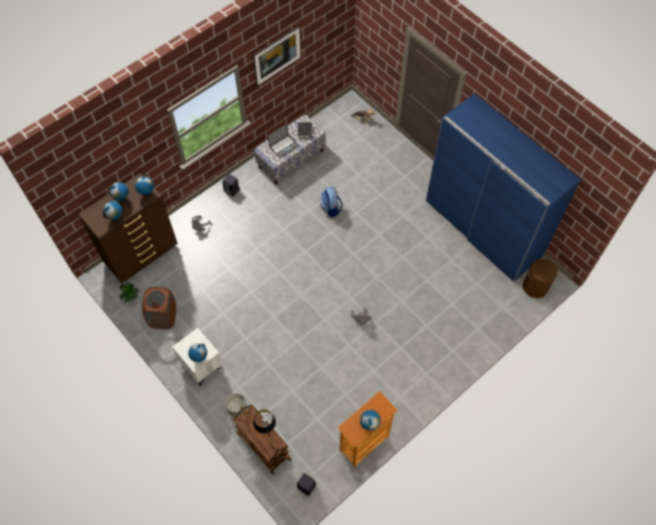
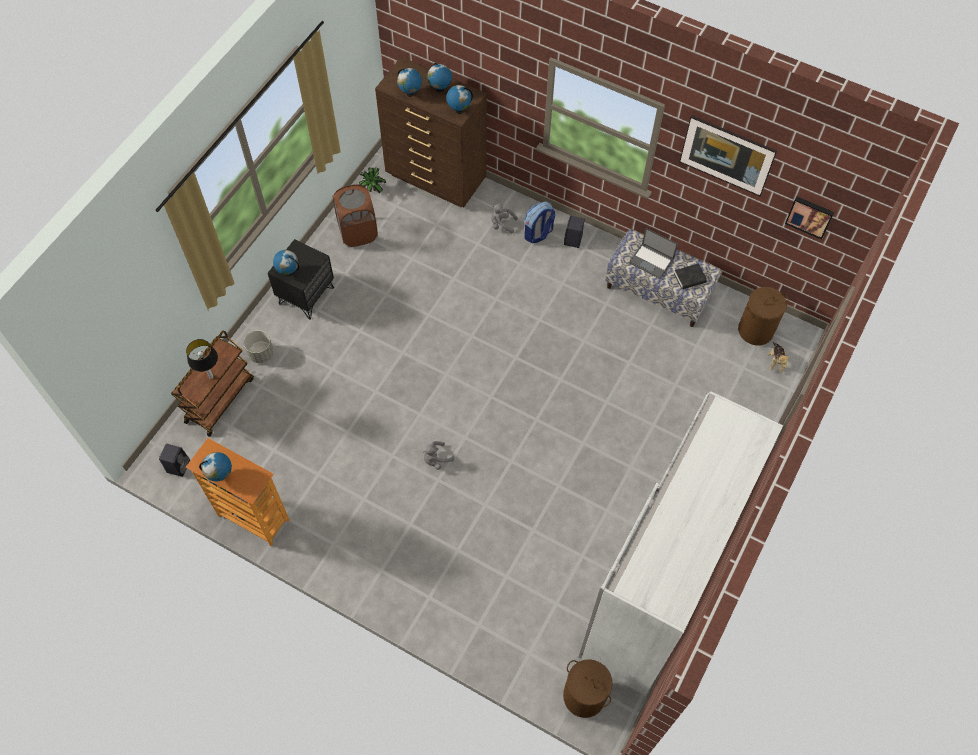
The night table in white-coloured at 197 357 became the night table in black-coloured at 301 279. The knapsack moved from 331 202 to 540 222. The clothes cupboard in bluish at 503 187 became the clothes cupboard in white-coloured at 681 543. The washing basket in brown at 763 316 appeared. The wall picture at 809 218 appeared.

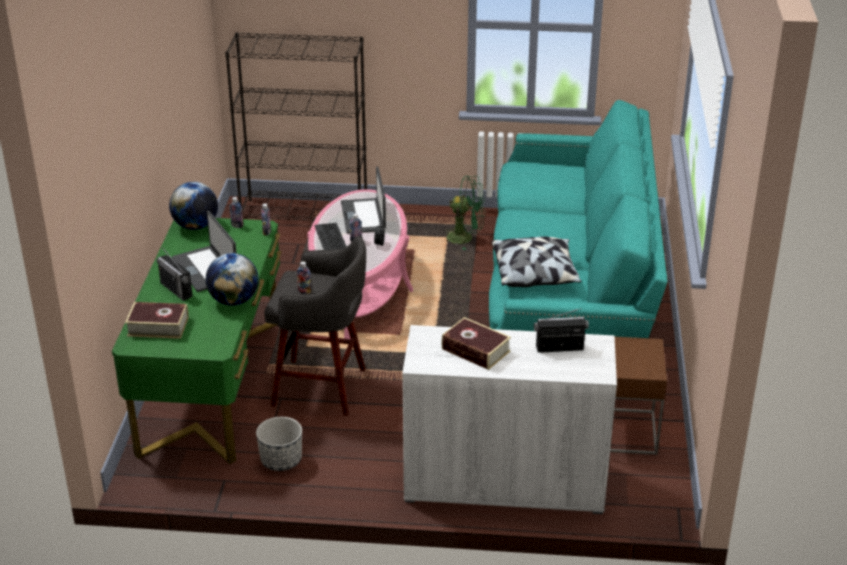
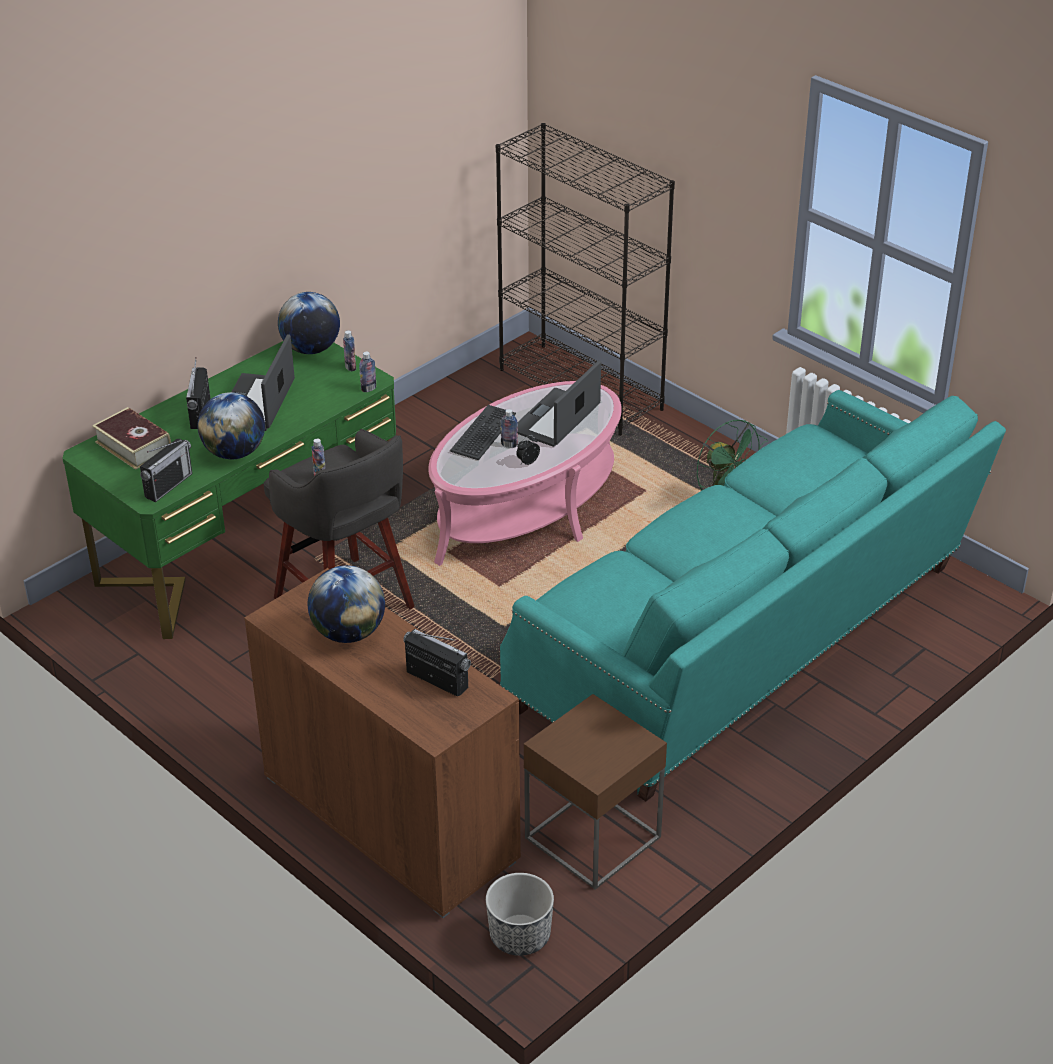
The radio at 166 470 appeared. The cupboard in white-coloured at 509 419 became the cupboard in brown at 382 743. The book at 476 343 was replaced by the desk globe at 346 604. The flower pot moved from 279 444 to 520 914. The cushion at 536 262 disappeared.

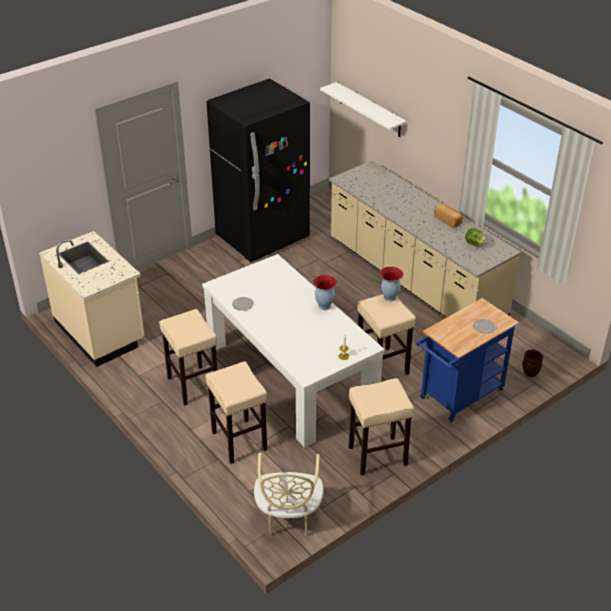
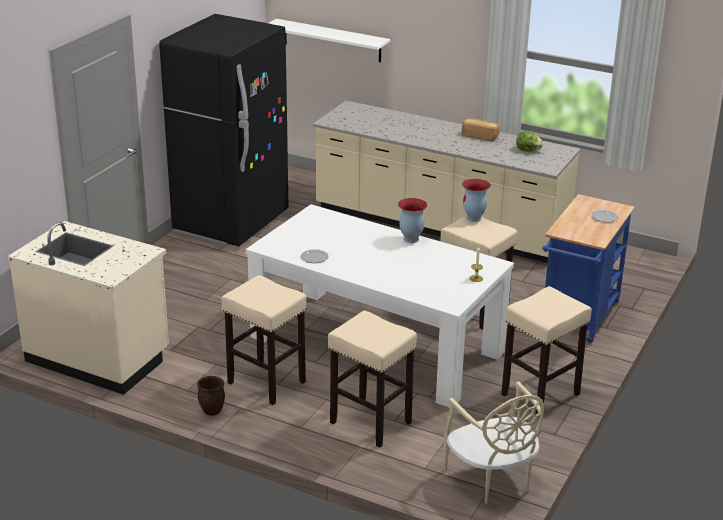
The flower pot in brown moved from 533 363 to 211 396.

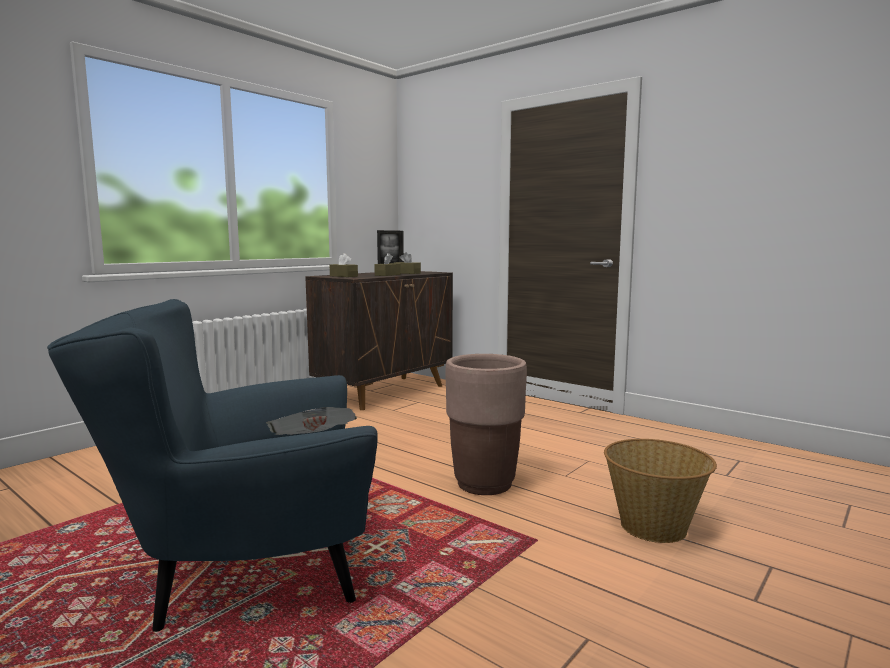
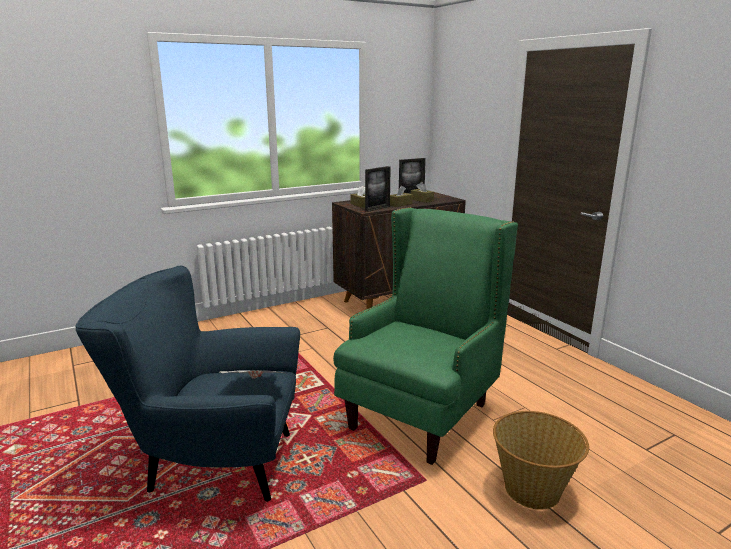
The flower pot in brown at 486 424 was replaced by the armchair in green-coloured at 425 336. The photo frame at 378 189 appeared.

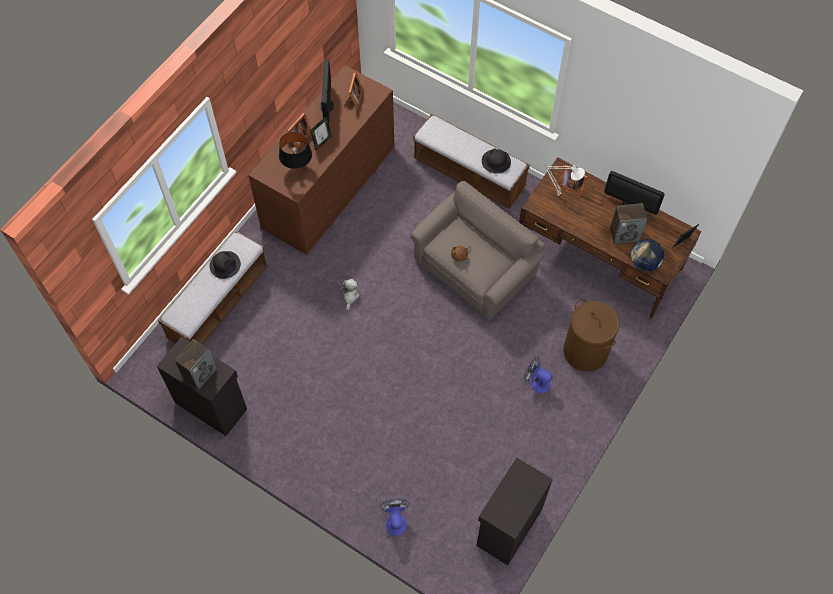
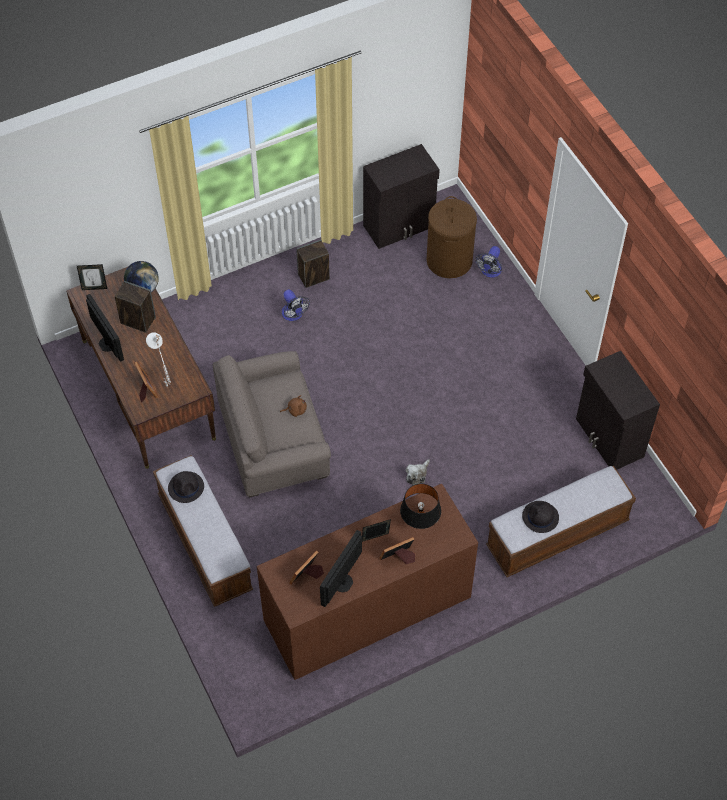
The audio speaker moved from 196 364 to 313 264. The washing basket in brown moved from 591 335 to 451 237.

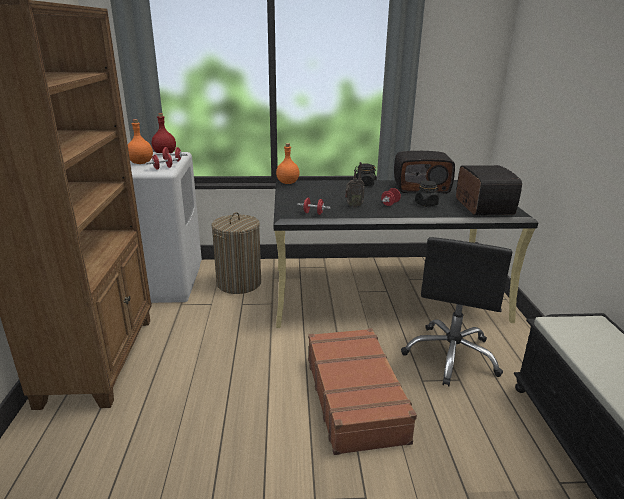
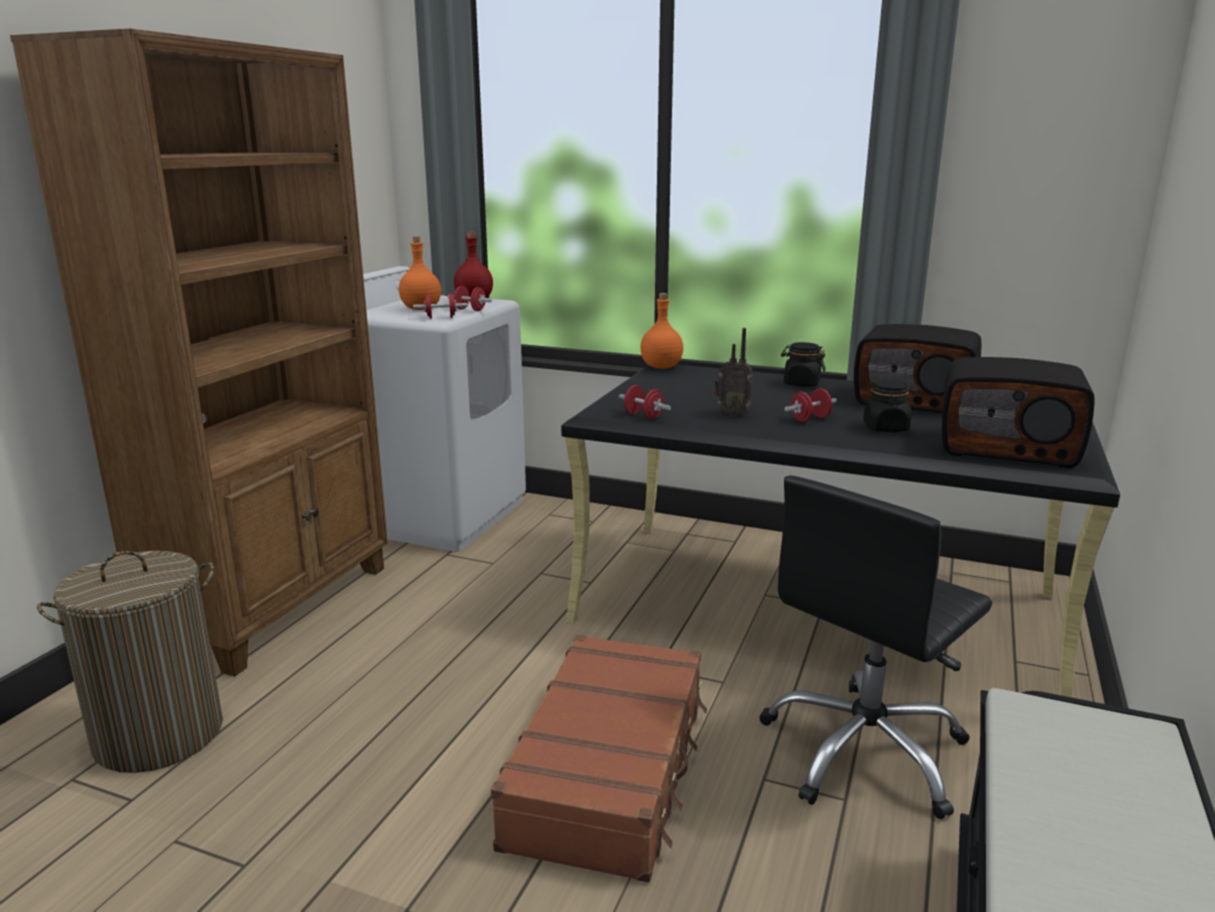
The washing basket moved from 236 253 to 130 662. The radio at 489 190 turned 90 degrees clockwise.

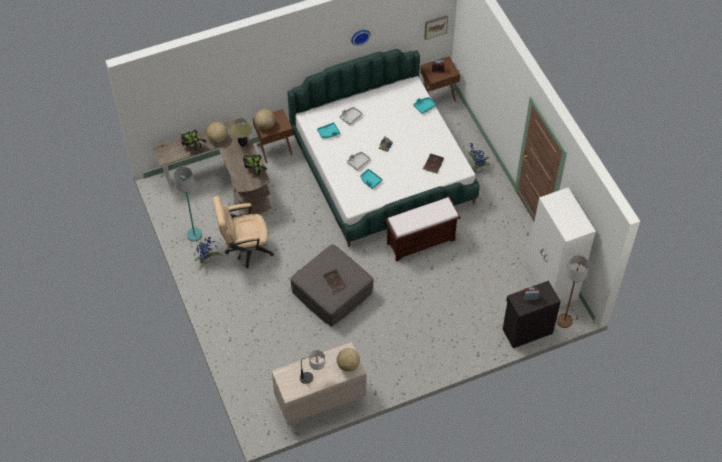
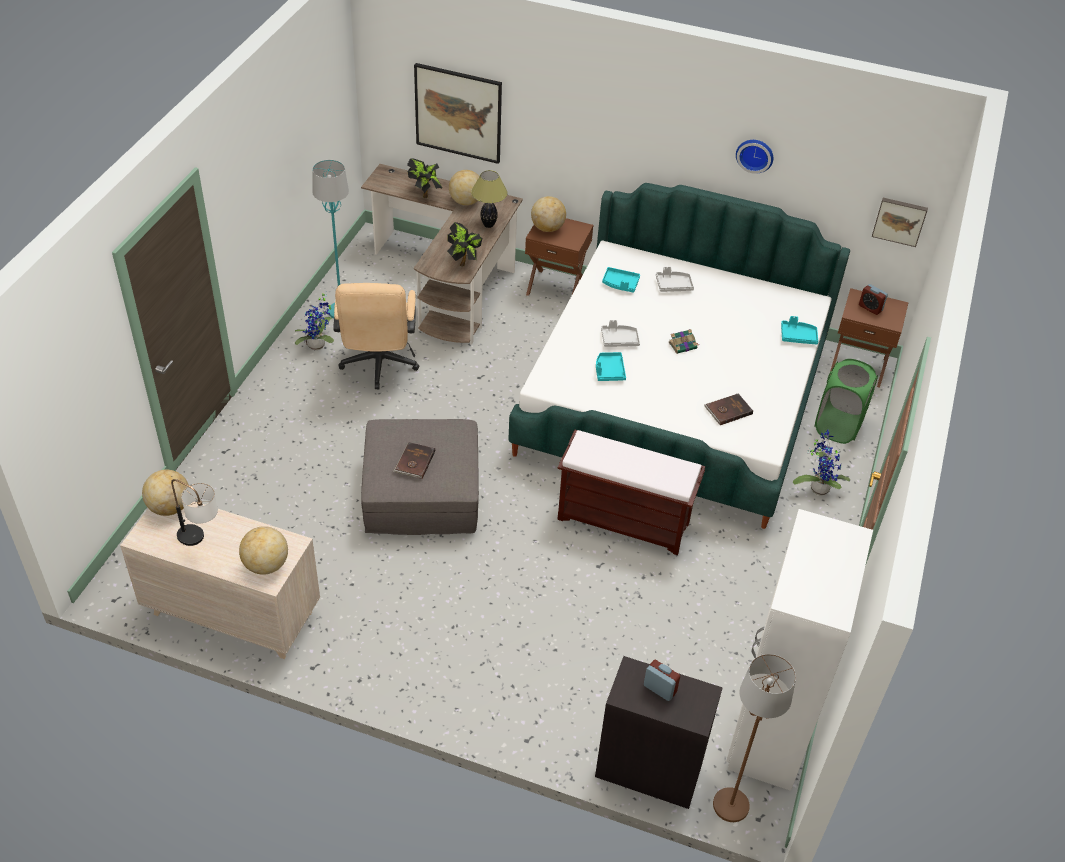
The desk globe at 165 493 appeared. The desk chair in sand-coloured at 243 232 turned 120 degrees counterclockwise. The wall picture at 458 113 appeared. The washing basket in green-coloured at 846 401 appeared.

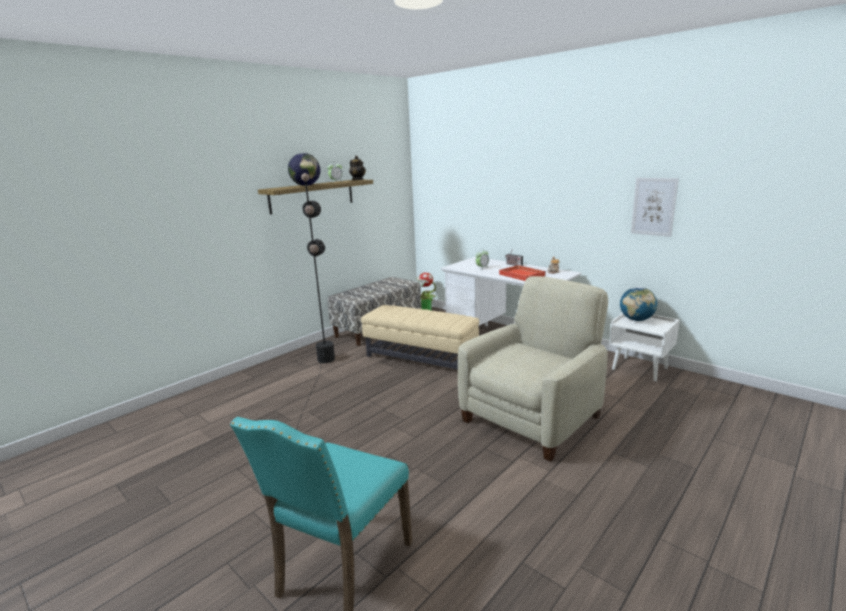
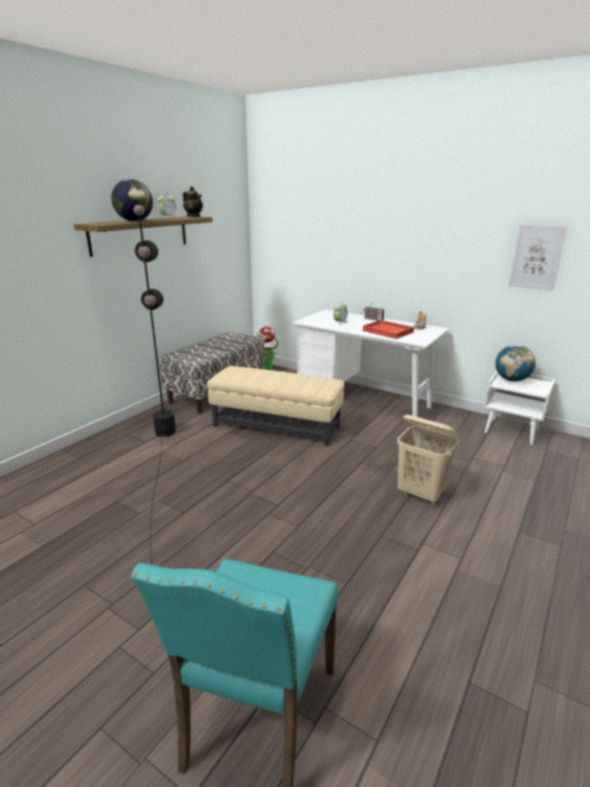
The armchair in sand-coloured at 533 369 was replaced by the washing basket in sand-coloured at 428 460.

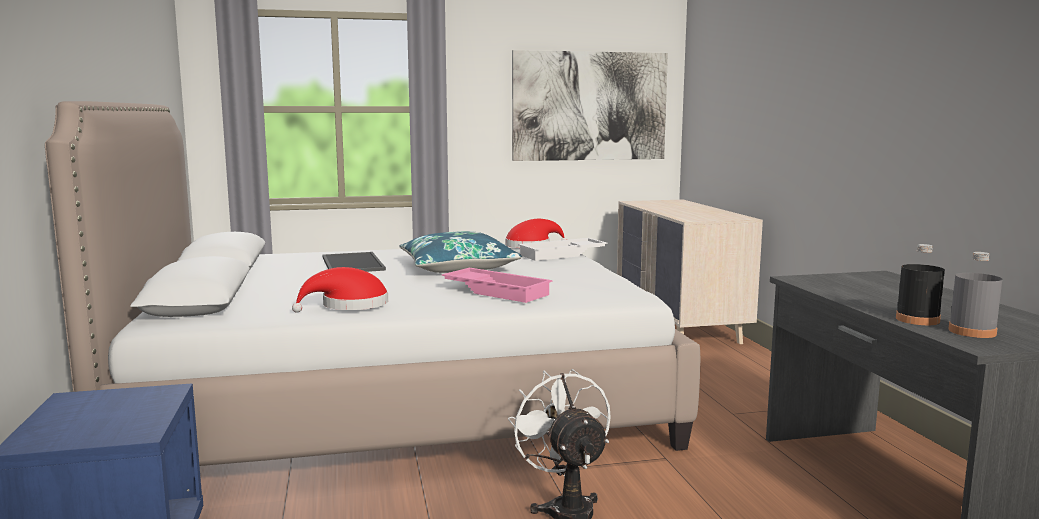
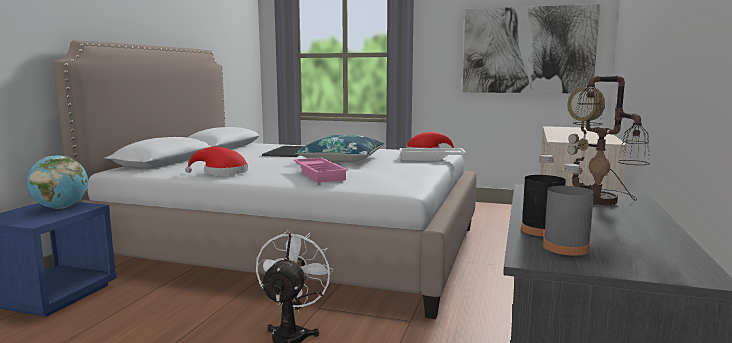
The desk globe at 57 182 appeared. The table lamp at 608 140 appeared.

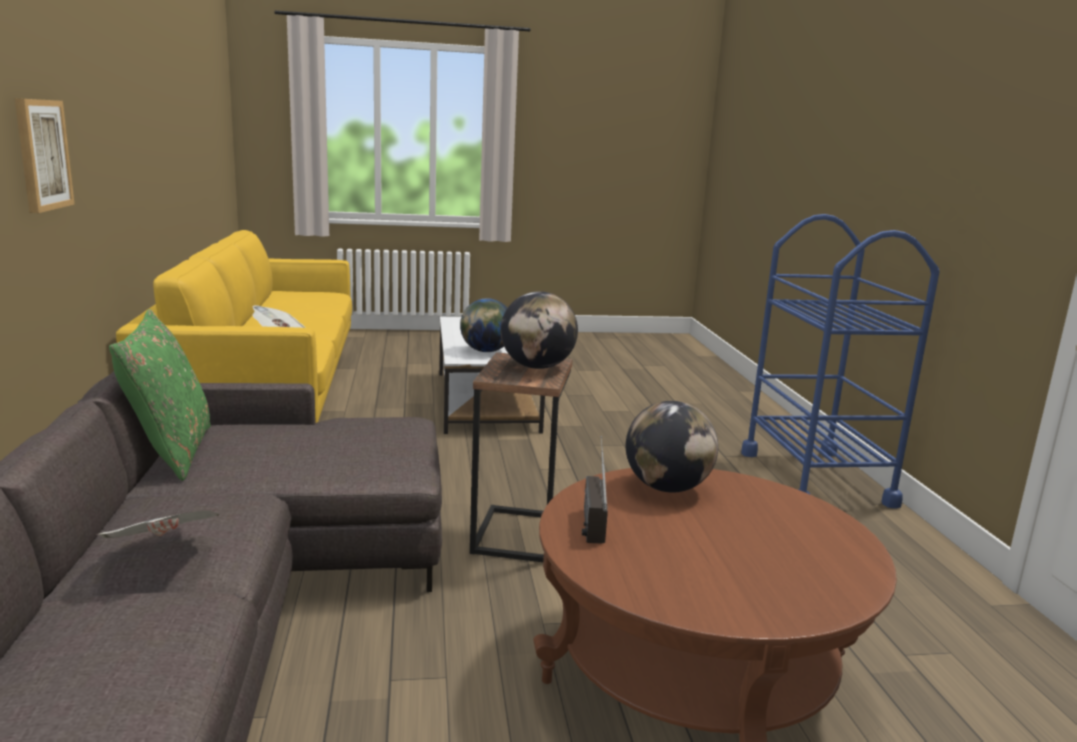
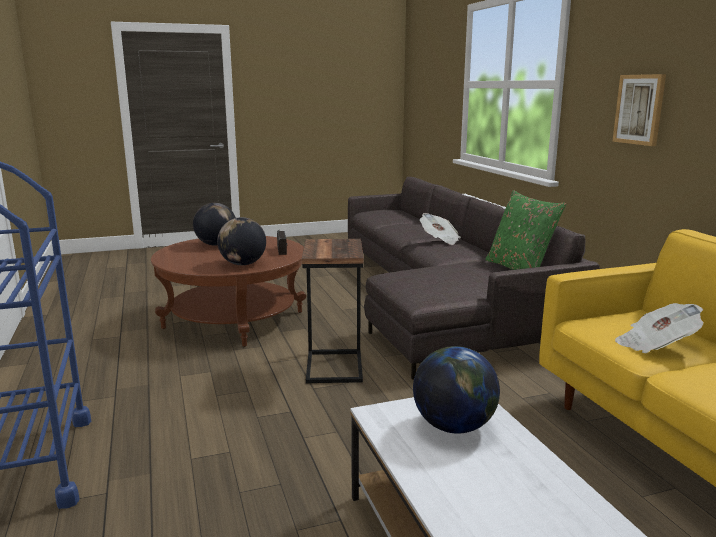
The desk globe moved from 539 330 to 214 224.

